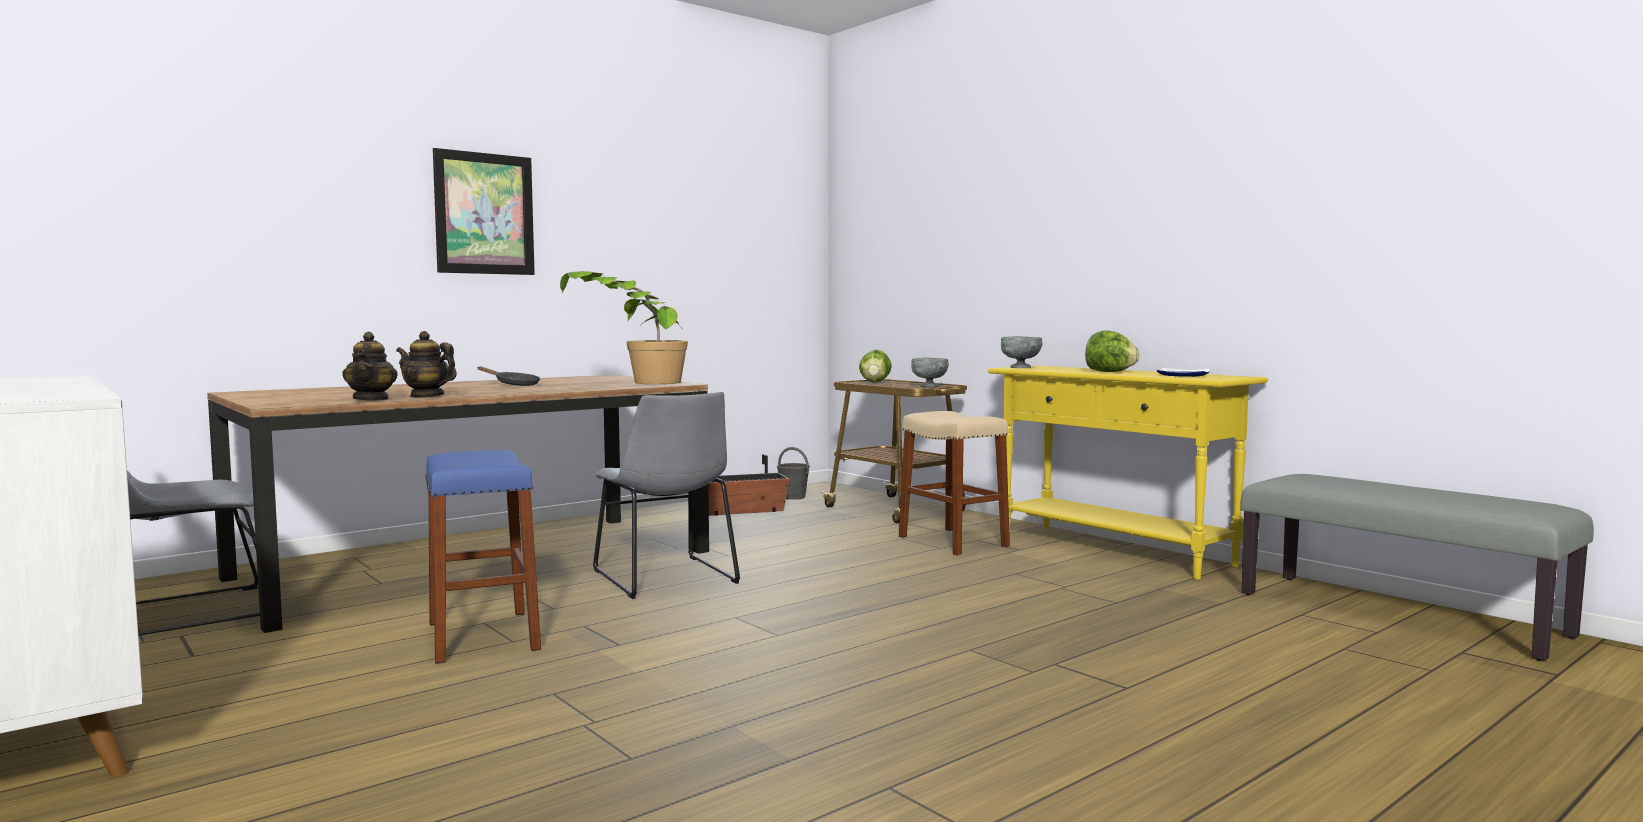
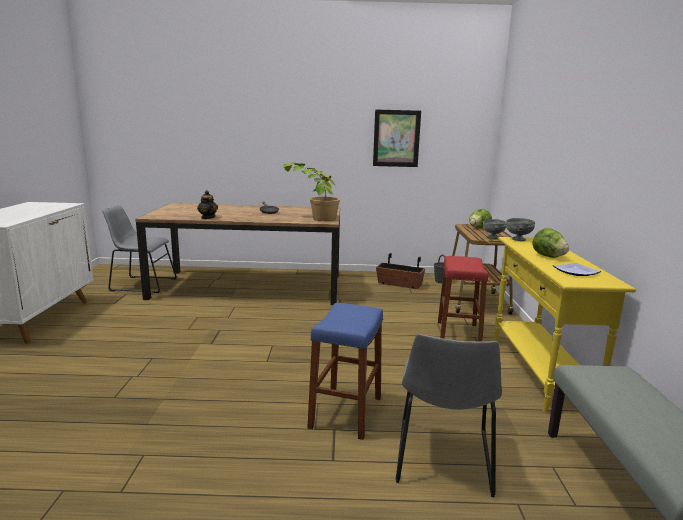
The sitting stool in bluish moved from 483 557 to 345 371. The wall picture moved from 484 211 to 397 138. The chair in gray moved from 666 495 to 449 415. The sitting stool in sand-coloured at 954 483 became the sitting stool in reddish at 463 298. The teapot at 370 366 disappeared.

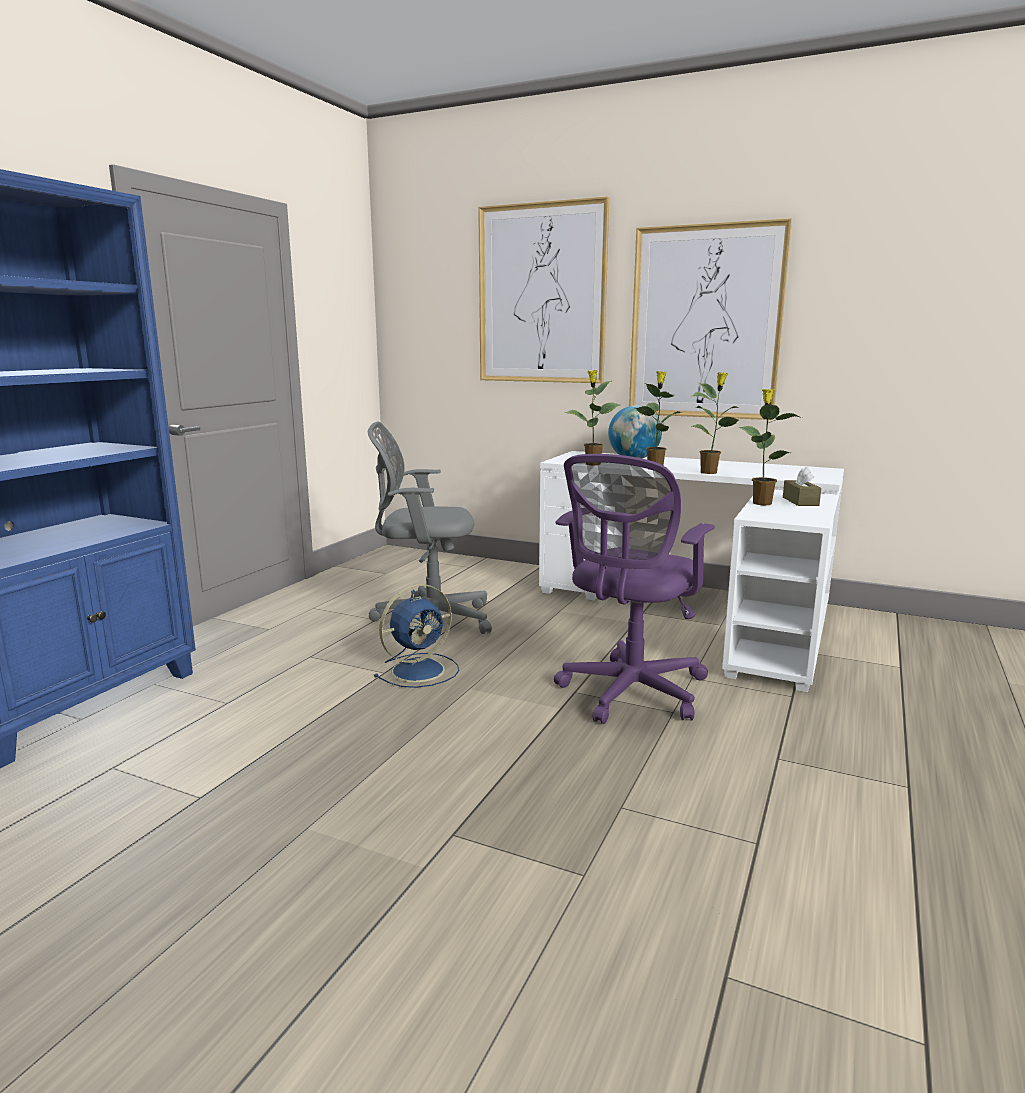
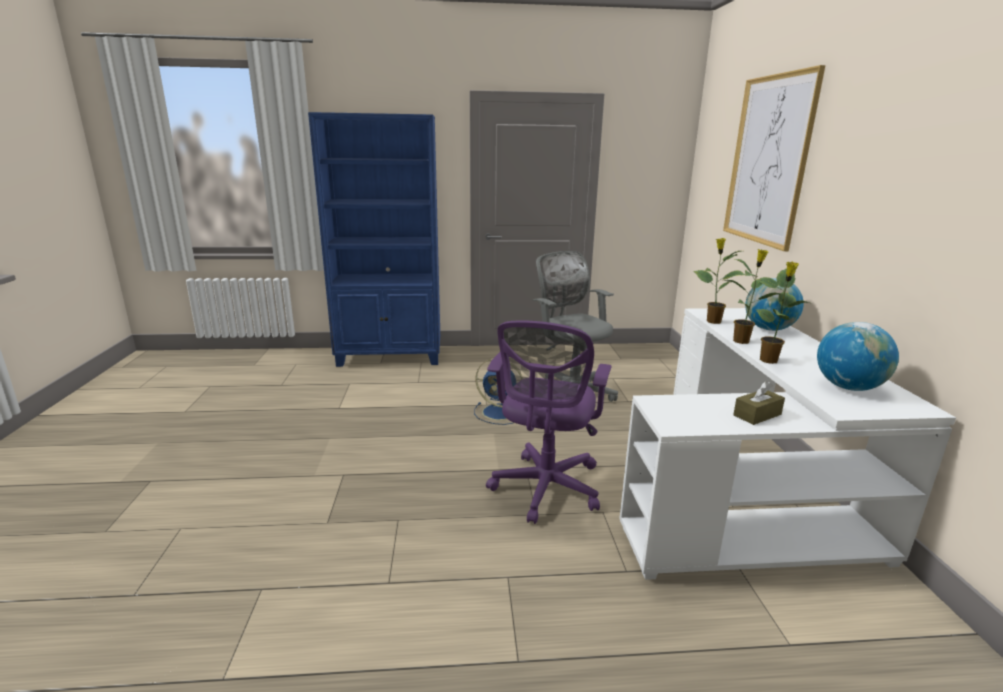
The desk chair in purple-coloured at 634 589 turned 75 degrees counterclockwise. The desk globe at 858 356 appeared. The wall picture at 710 319 disappeared. The potted plant at 770 447 disappeared.

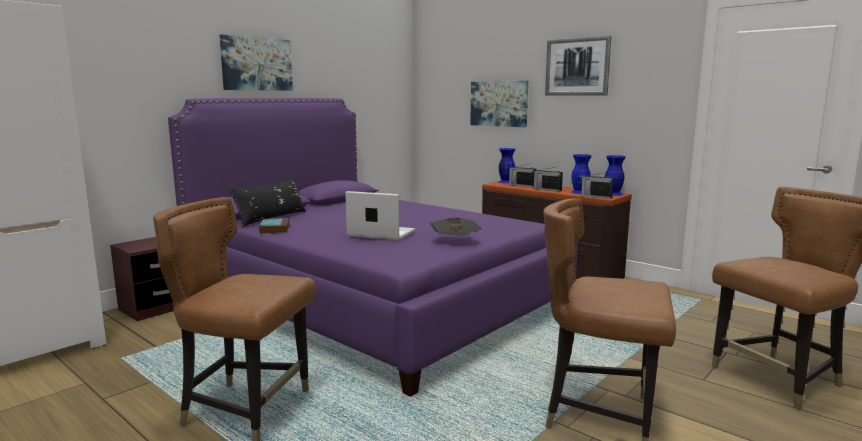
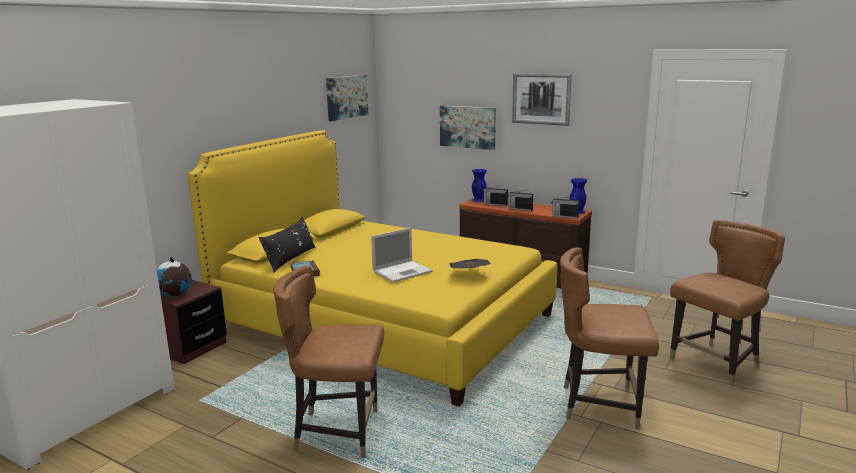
The desk globe at 173 277 appeared. The sleeping bed in purple-coloured at 372 247 became the sleeping bed in yellow-coloured at 372 268. The wall picture moved from 256 63 to 347 98. The notebook computer at 380 215 turned 135 degrees clockwise. The vase in bluish at 581 174 disappeared.

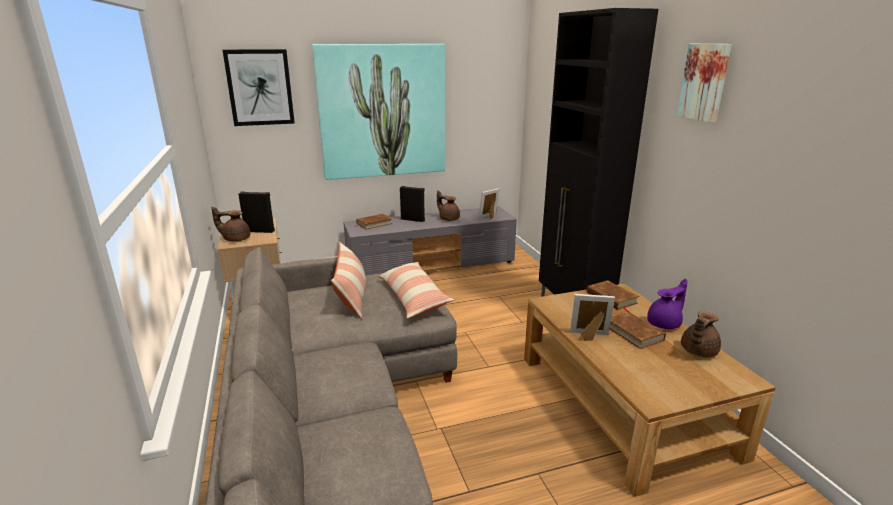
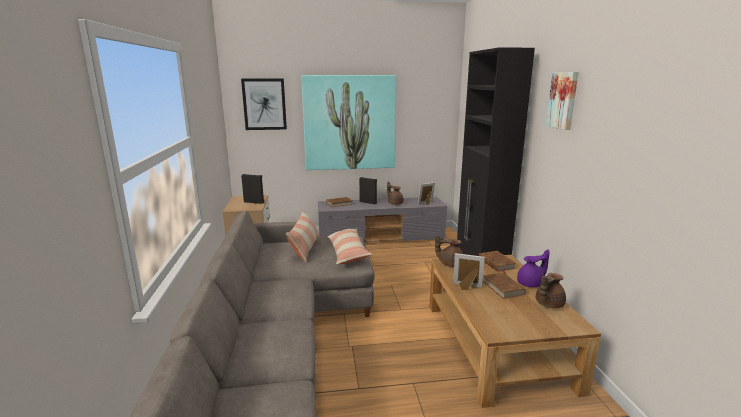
The teapot in brown moved from 230 224 to 449 251.

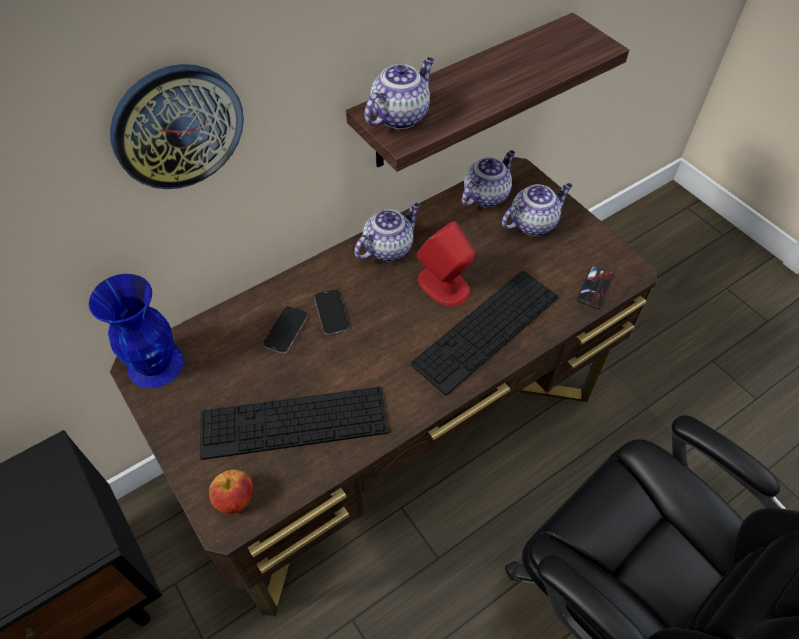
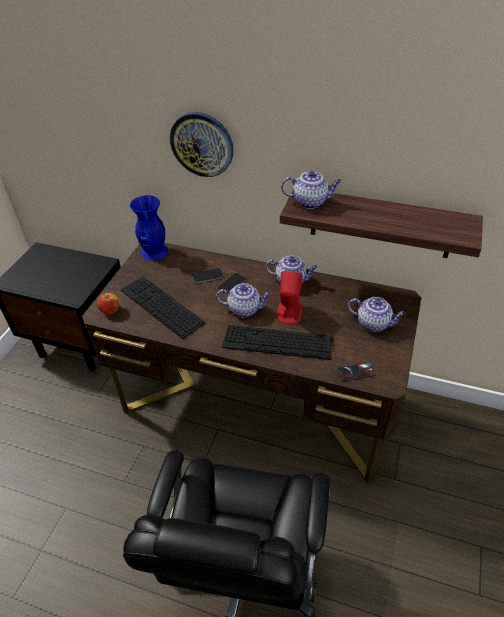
The teapot moved from 488 178 to 243 300.

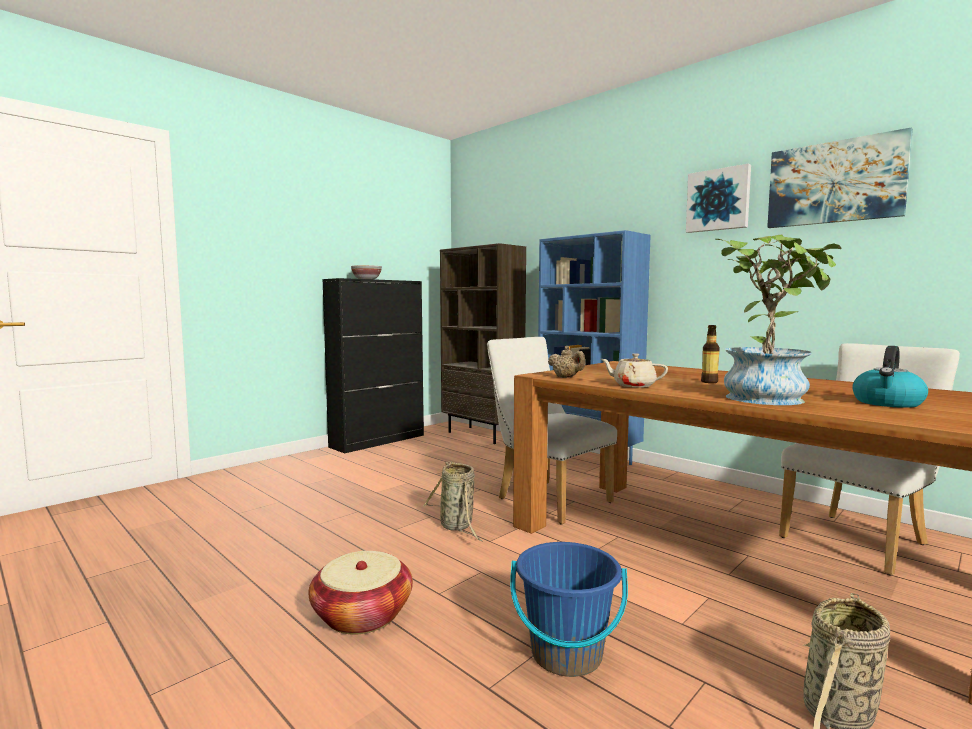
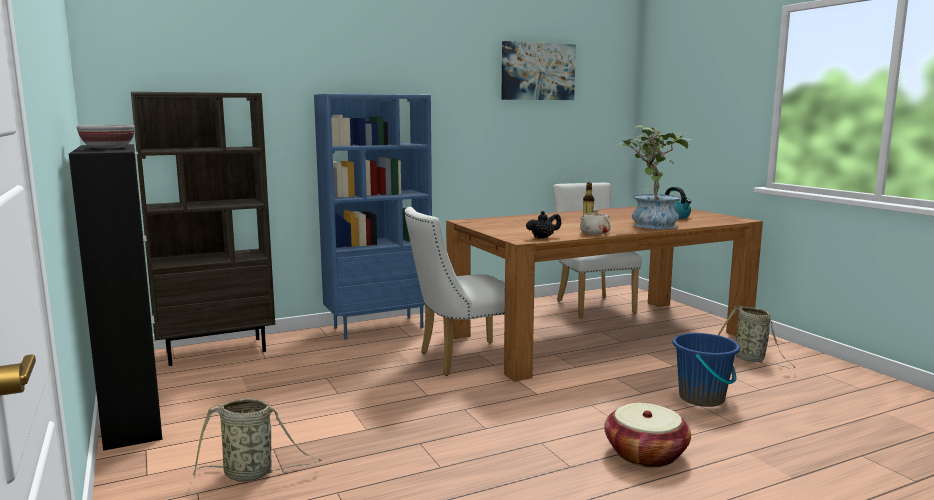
The storage basket moved from 453 501 to 257 439. The teapot in sand-coloured at 566 362 became the teapot in black-coloured at 543 225. The wall picture at 718 198 disappeared.

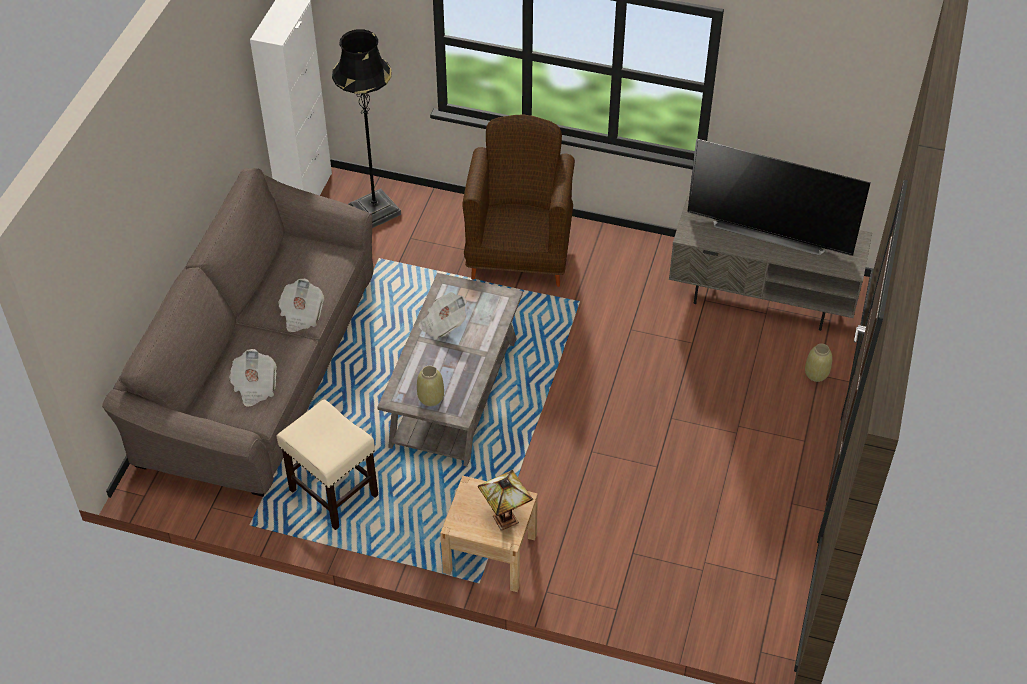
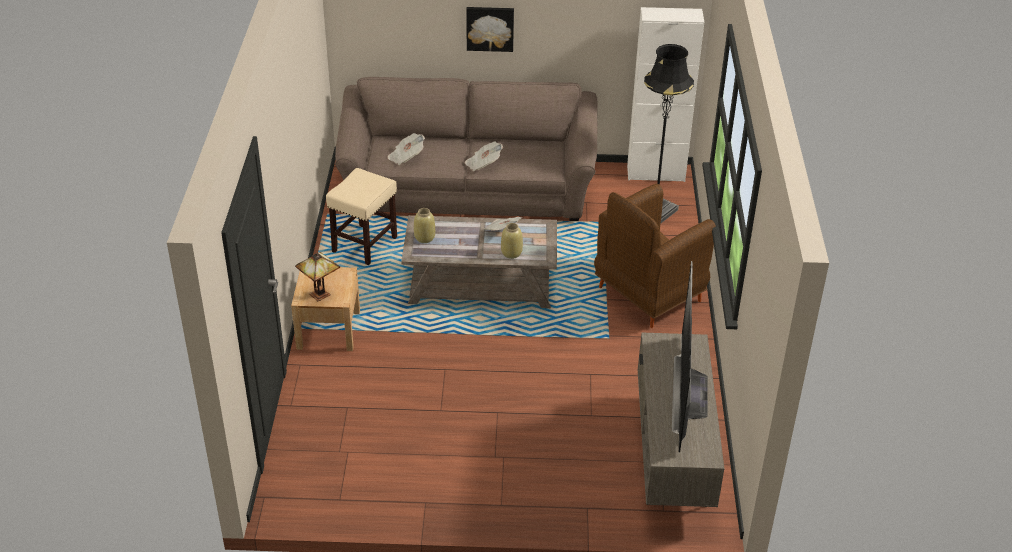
The wall picture at 490 29 appeared. The vase in sand-coloured moved from 818 363 to 512 241. The armchair in brown at 518 200 turned 150 degrees clockwise.

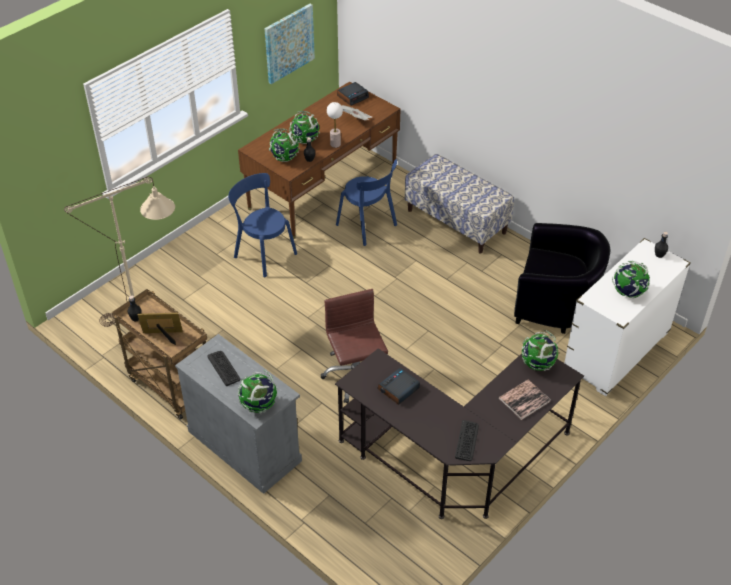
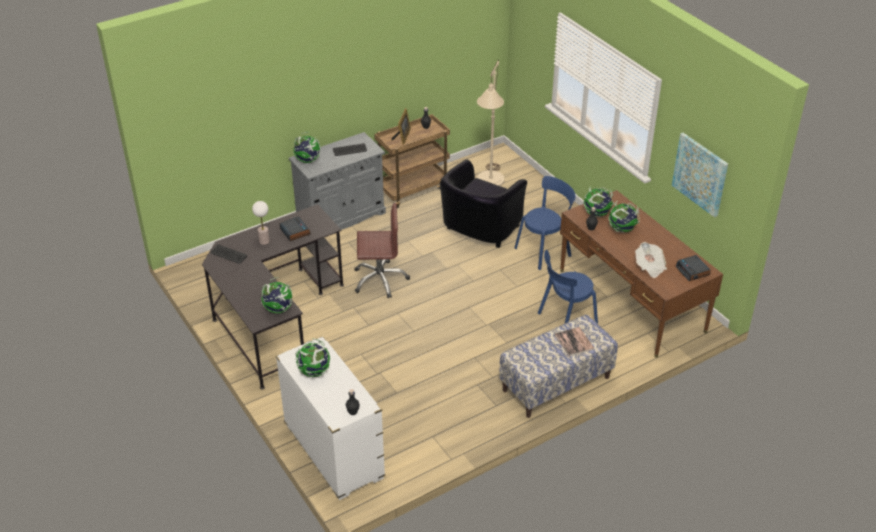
The table lamp moved from 335 125 to 261 223. The armchair in black-coloured moved from 562 278 to 483 203. The book moved from 525 400 to 575 342.

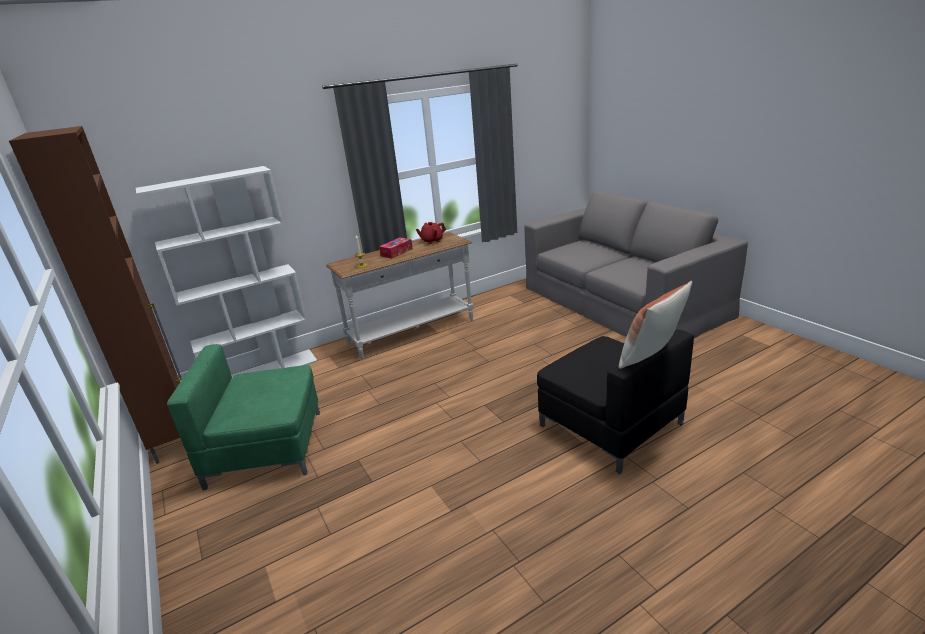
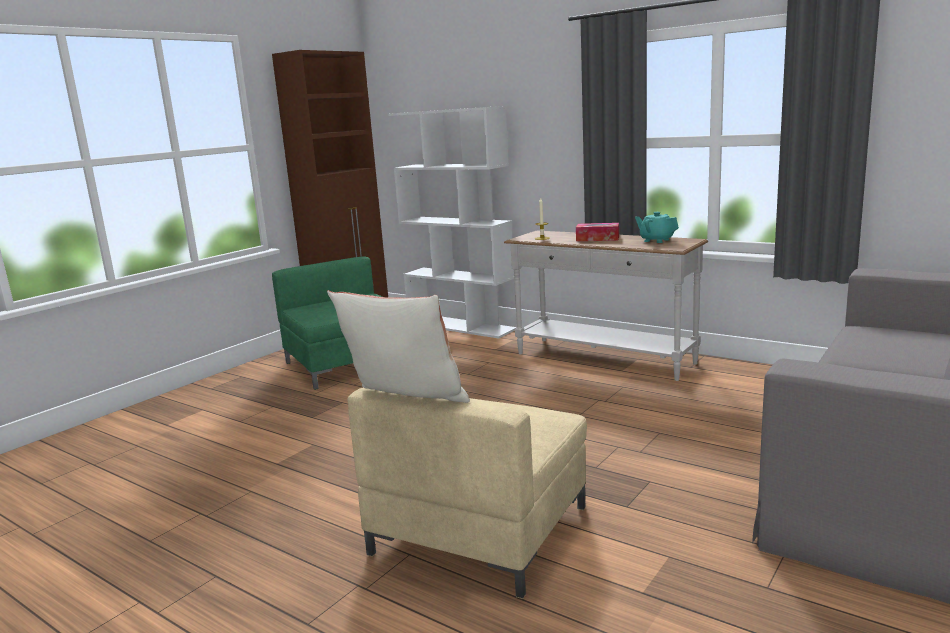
The armchair in black-coloured at 615 401 became the armchair in sand-coloured at 467 493. The teapot in reddish at 431 233 became the teapot in turquoise at 657 227.

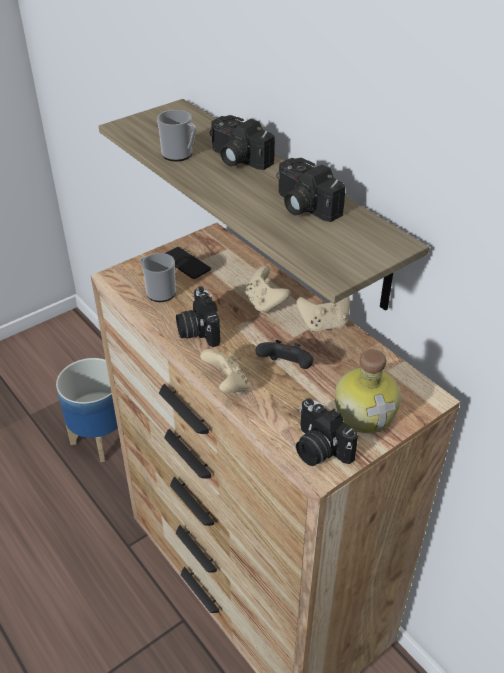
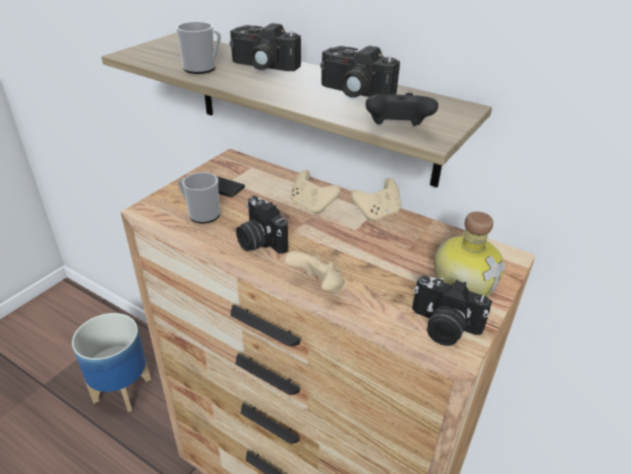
The game controller in black-coloured moved from 284 354 to 402 109.

